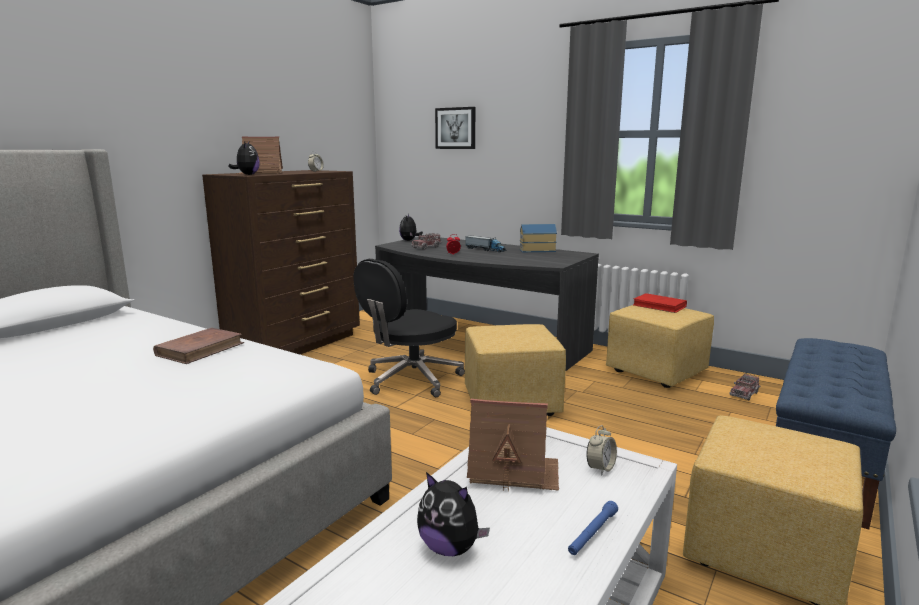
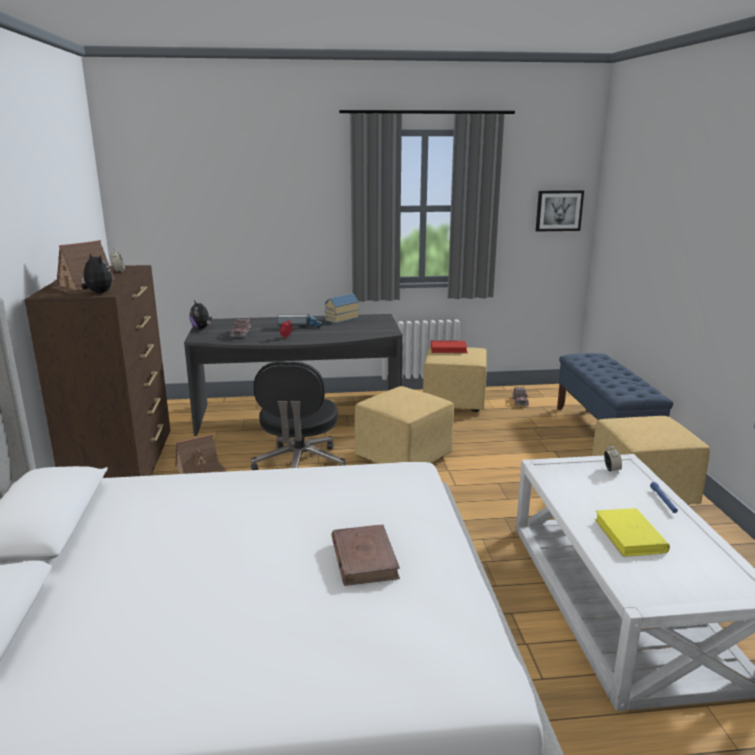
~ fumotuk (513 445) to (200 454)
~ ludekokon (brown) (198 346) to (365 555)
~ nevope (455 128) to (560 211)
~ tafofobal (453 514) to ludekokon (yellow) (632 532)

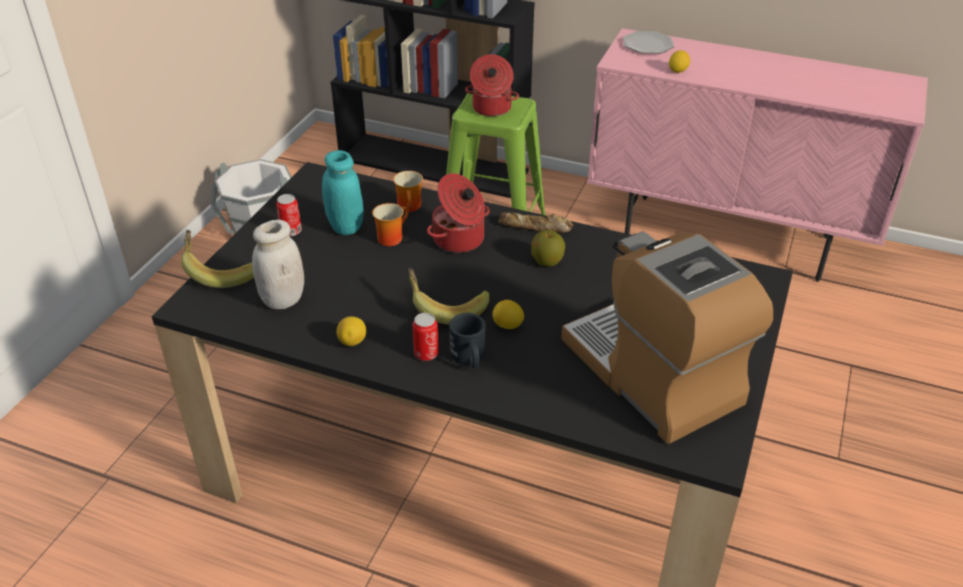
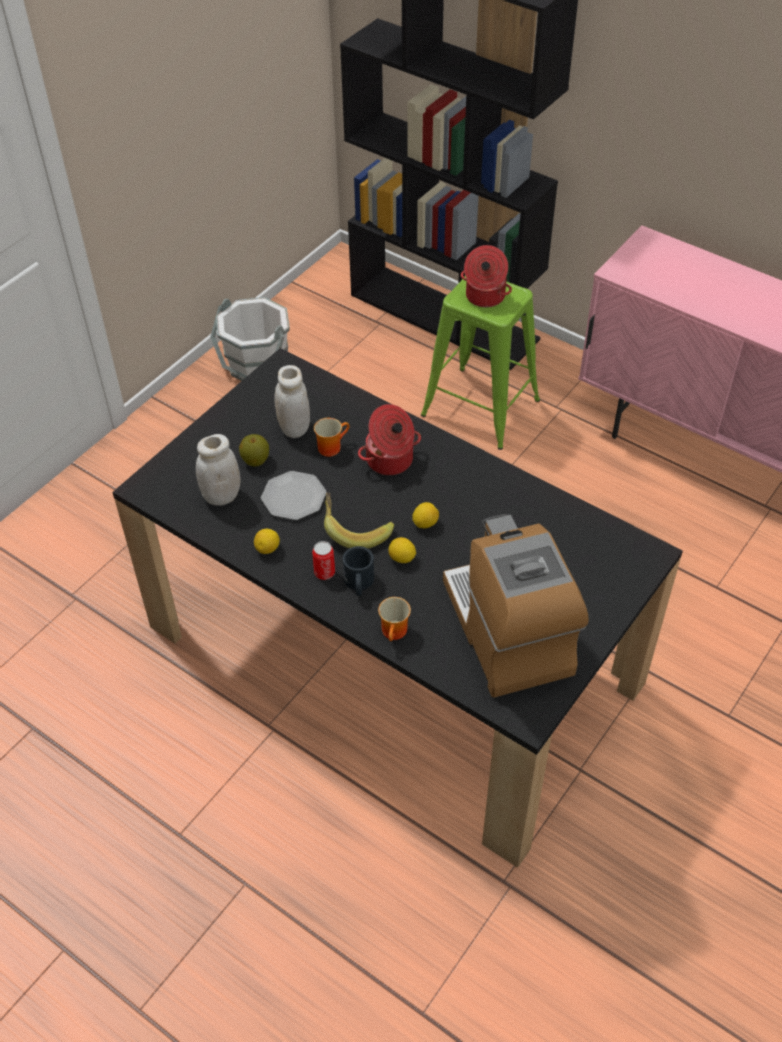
~ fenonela (548 248) to (254 450)
~ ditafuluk (648 42) to (293 495)
~ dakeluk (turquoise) (342 192) to dakeluk (white) (292 401)
~ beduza (408 191) to (394 619)
~ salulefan (679 61) to (425 515)
- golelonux (217 259)
- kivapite (289 215)
- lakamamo (536 222)

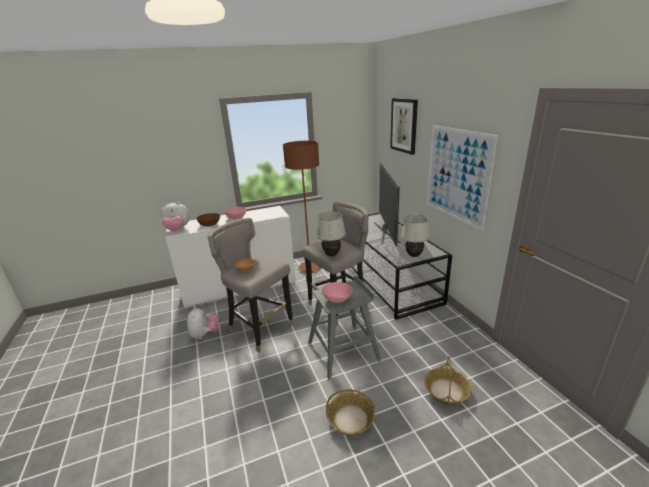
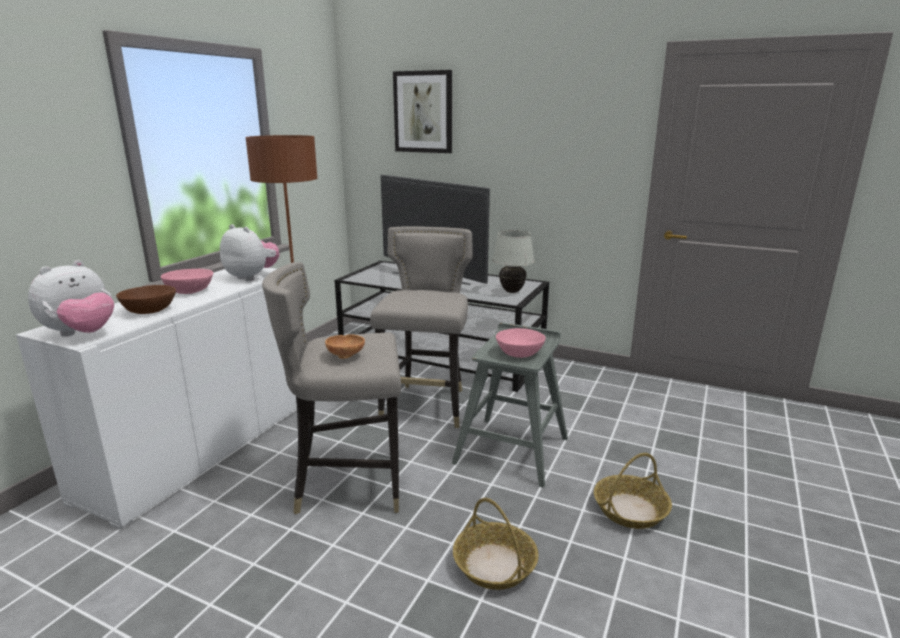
~ tafofobal (203 323) to (250 252)
~ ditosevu (448 380) to (496 544)
- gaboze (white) (331 233)
- nevope (462 178)

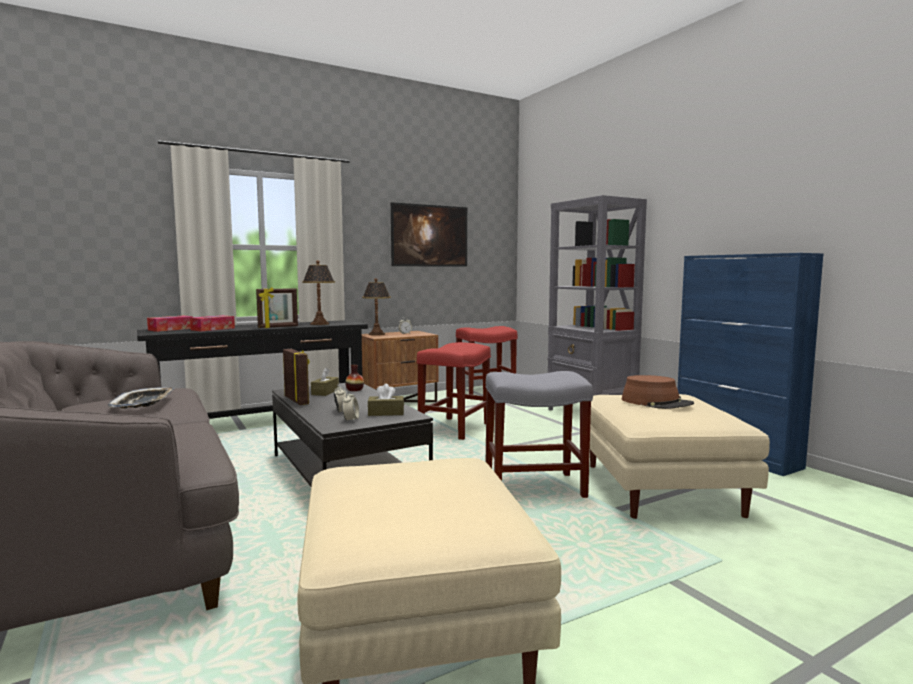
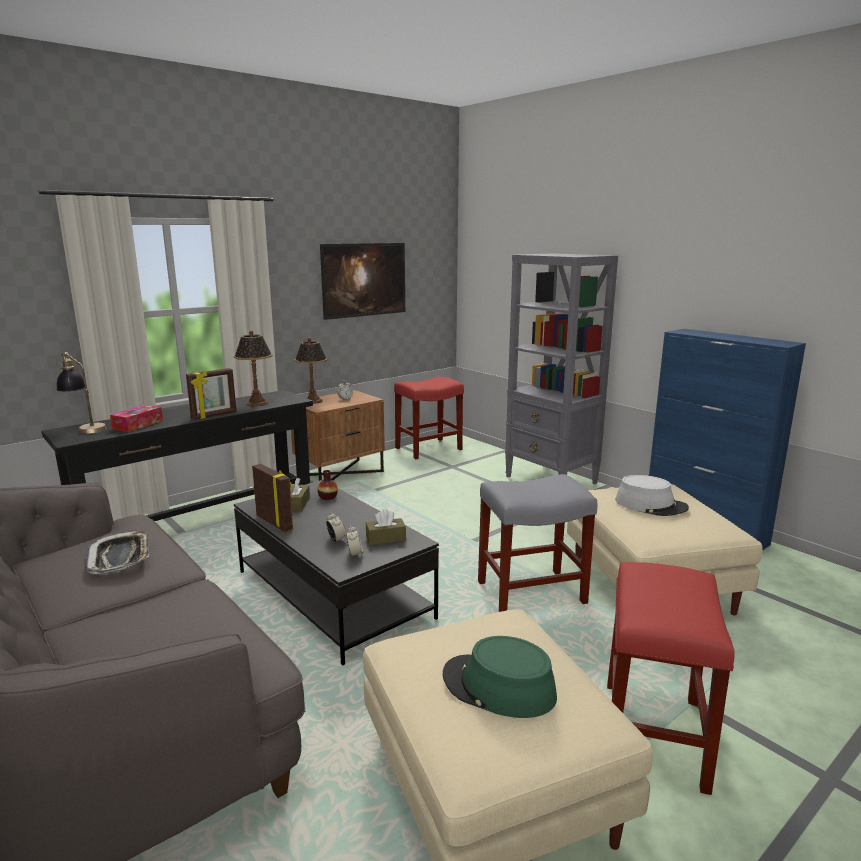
~ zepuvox (170 323) to gaboze (81 393)
+ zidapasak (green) (500 677)
~ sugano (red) (454 391) to (670 678)
~ zidapasak (brown) (658 392) to zidapasak (grey) (652 495)

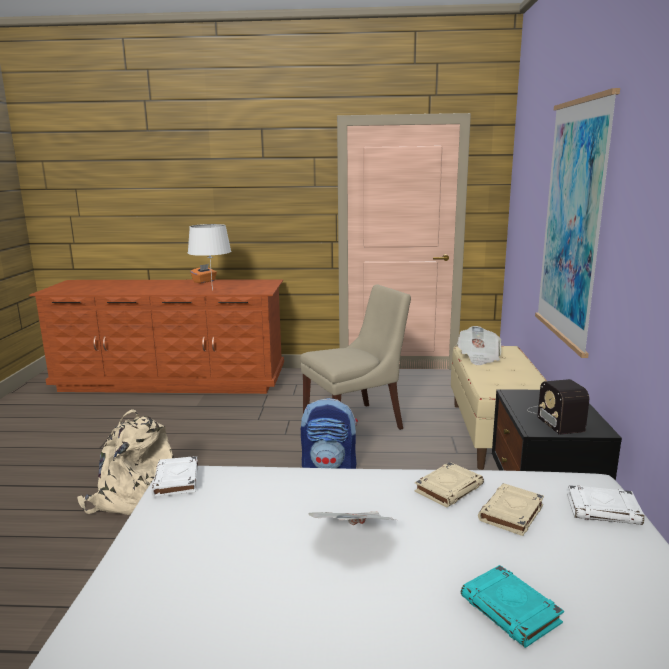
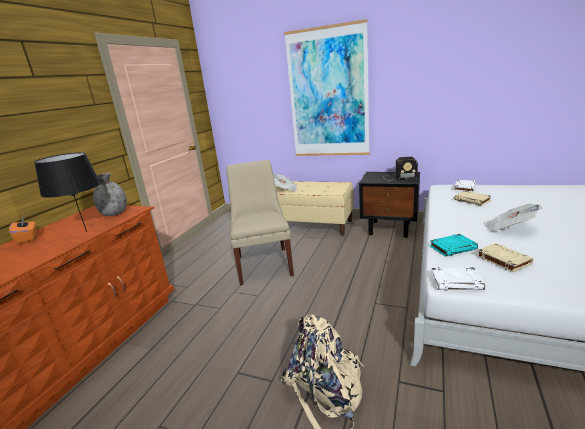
~ gaboze (white) (209 257) to gaboze (black) (67 192)
+ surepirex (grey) (110 194)
~ ludekokon (turquoise) (512 606) to (454 245)
~ ludekokon (beige) (449 484) to (505 257)
- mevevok (329 433)

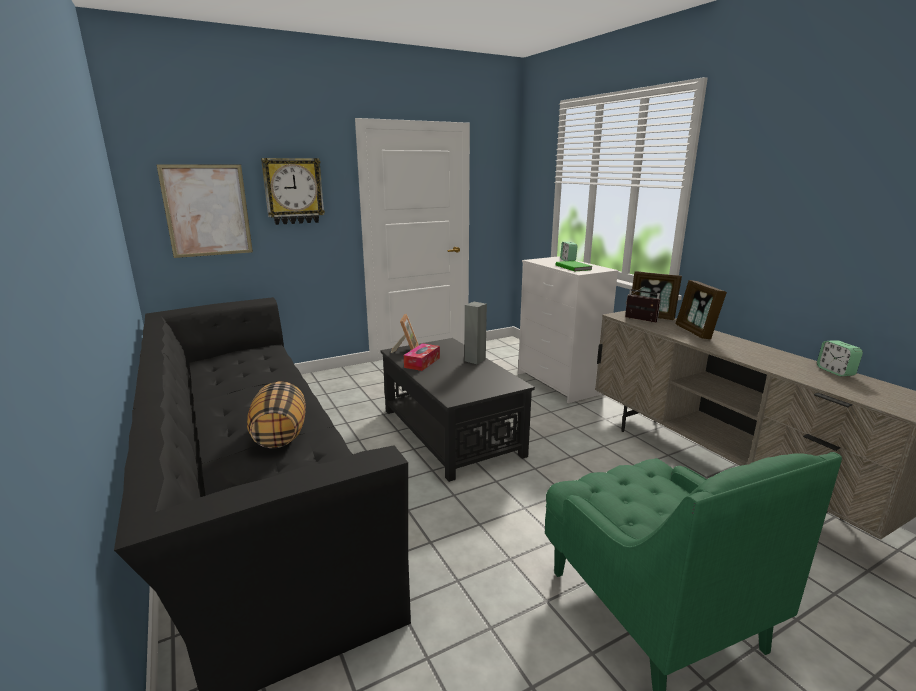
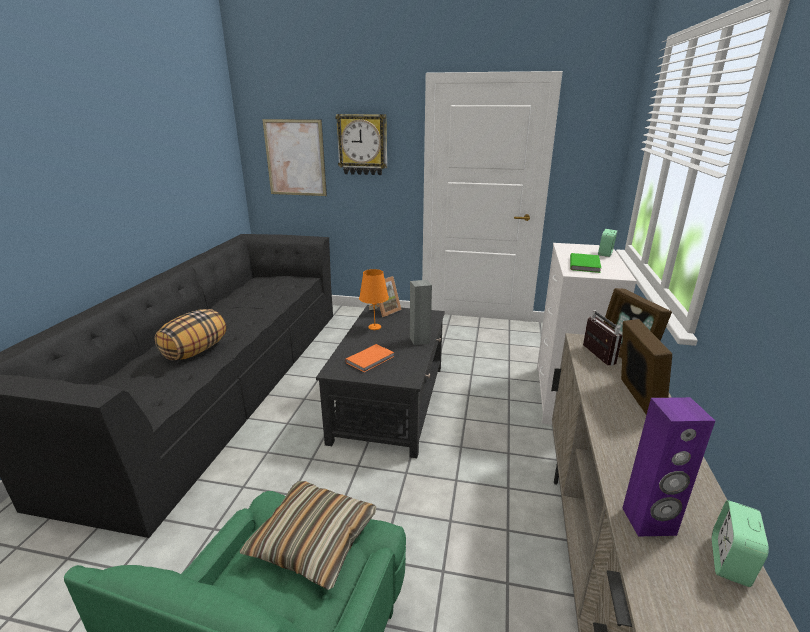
+ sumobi (308 535)
+ ludekokon (orange) (370 358)
~ zepuvox (422 357) to gaboze (orange) (374 299)
~ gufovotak (701 309) = (646 367) 150 degrees clockwise
+ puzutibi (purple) (668 467)

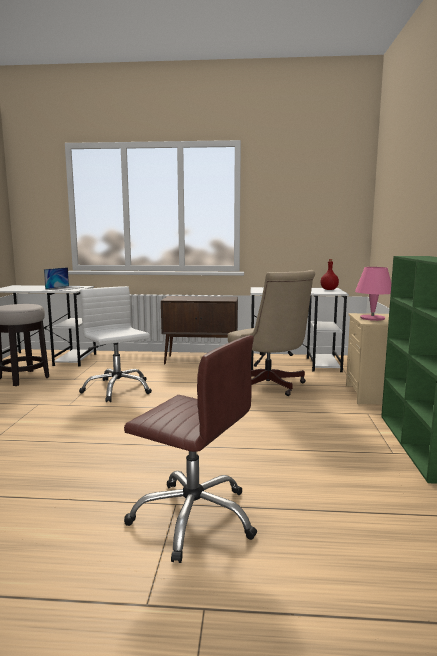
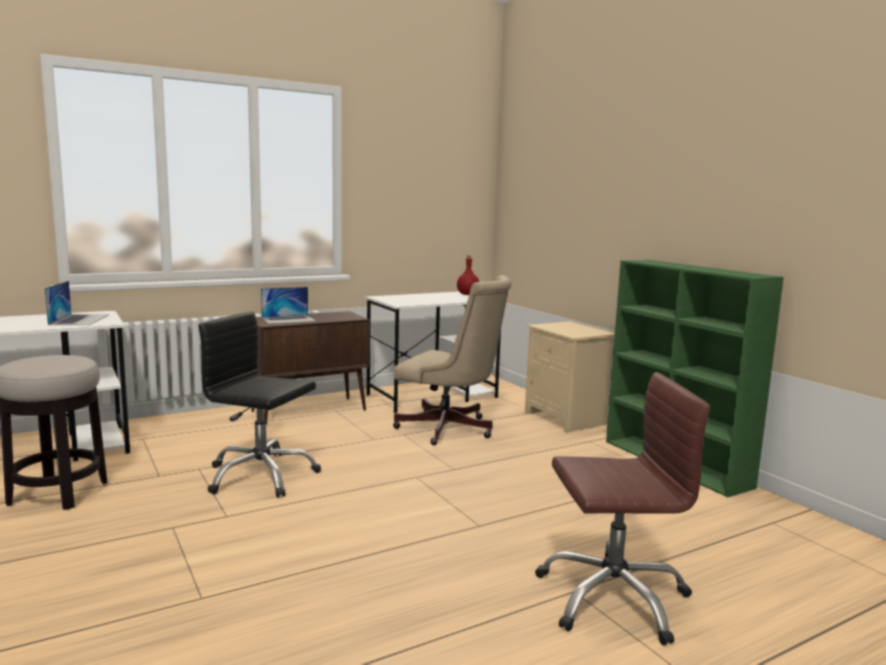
~ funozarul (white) (115 344) to funozarul (black) (259 405)
+ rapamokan (288 305)
- gaboze (pink) (373 294)

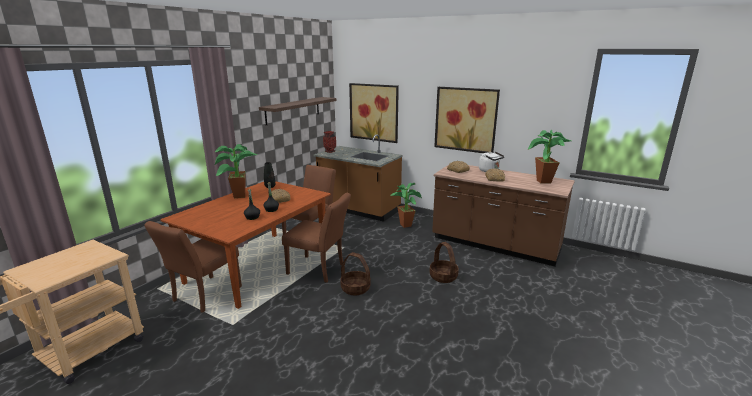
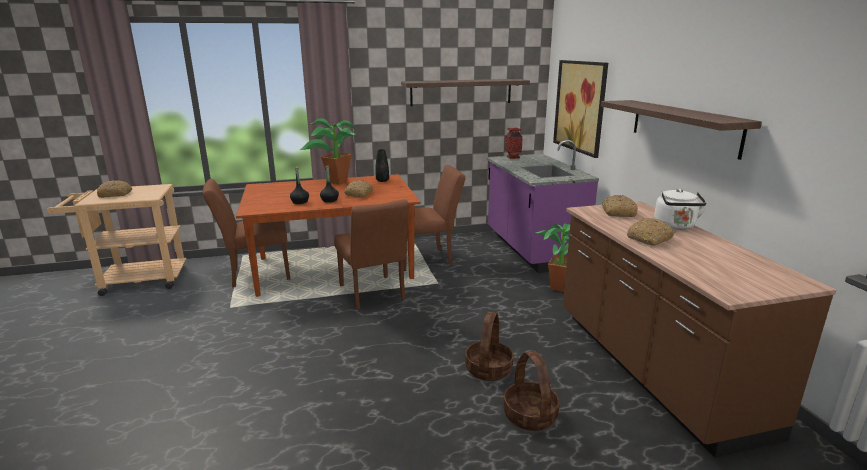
+ lakamamo (114 189)
~ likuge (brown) (358 178) to likuge (purple) (542 206)
~ ditosevu (355 273) to (531 391)
~ nevope (467 120) to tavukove (681 130)
- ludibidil (550 157)

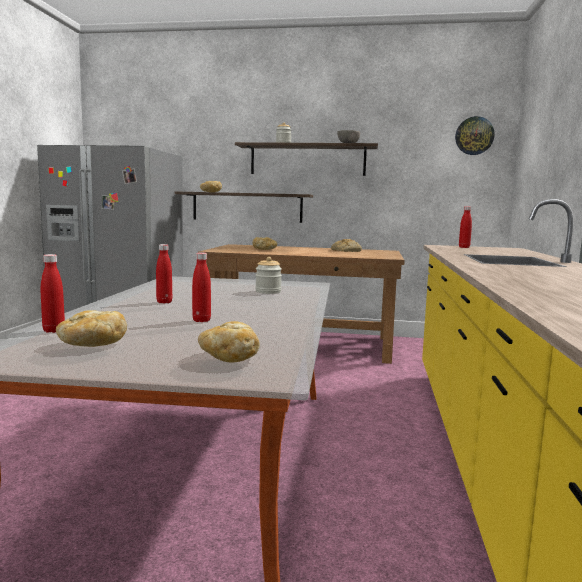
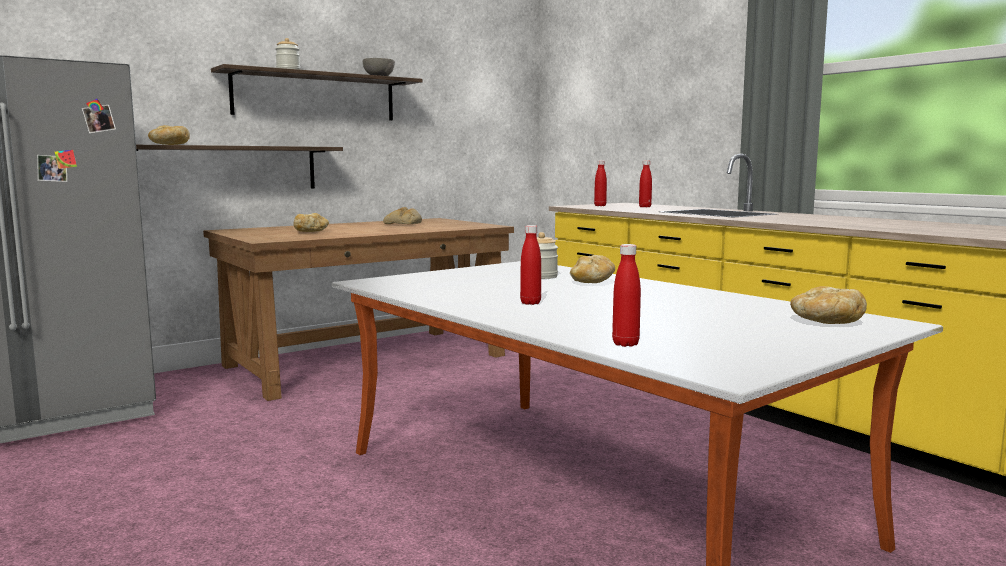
~ lakamamo (91 328) to (592 269)
~ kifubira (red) (201 287) to (645 184)
- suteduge (475 135)

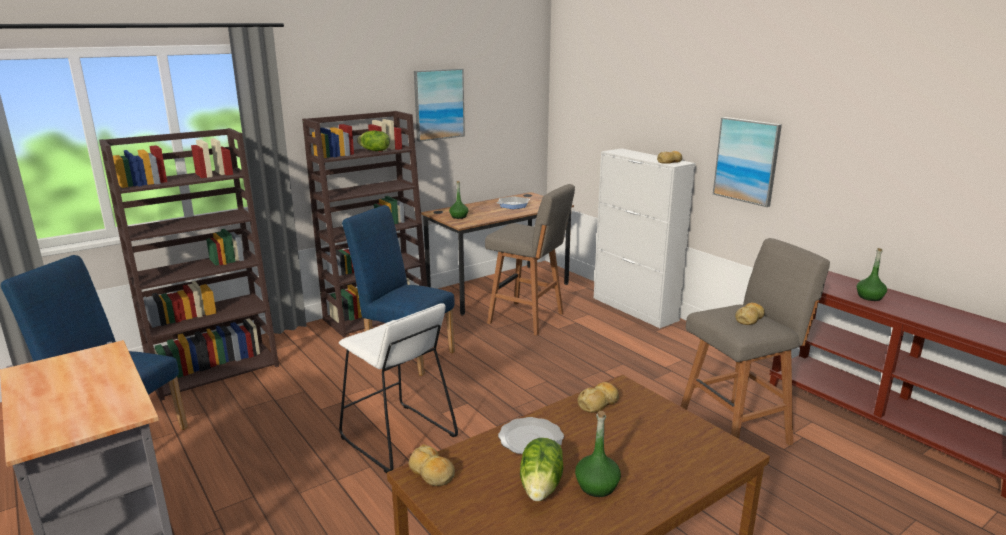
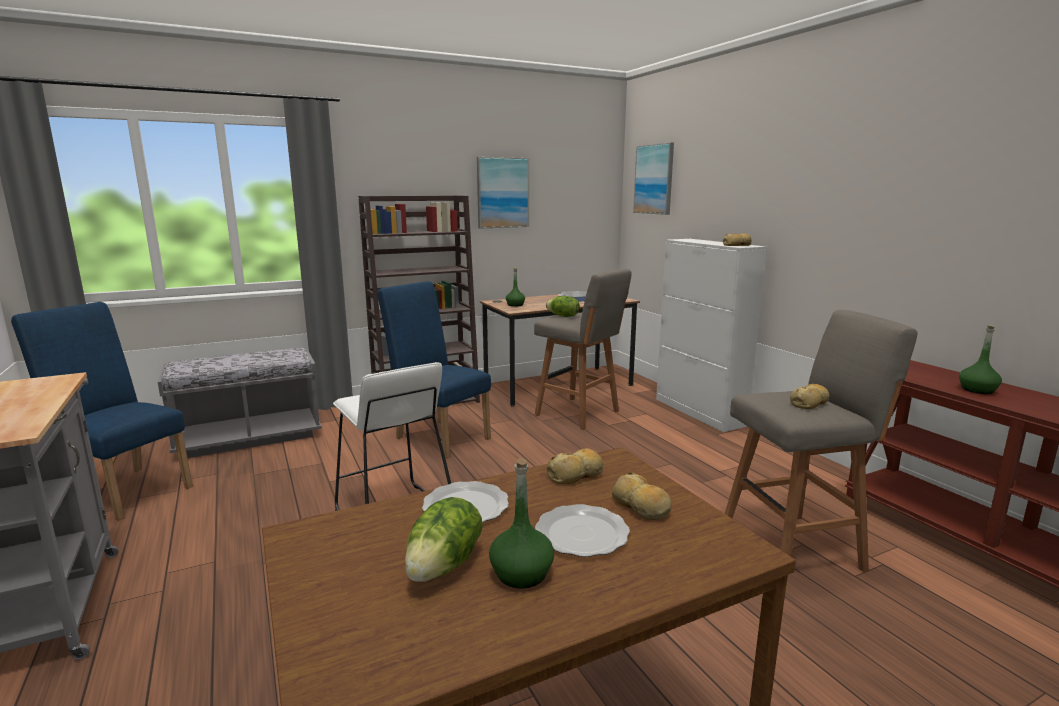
~ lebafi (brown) (189 264) to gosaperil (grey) (240 402)
+ ditafuluk (582 530)
~ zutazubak (373 141) to (563 306)
~ lakamamo (431 465) to (641 496)
~ nevope (747 162) to (653 178)

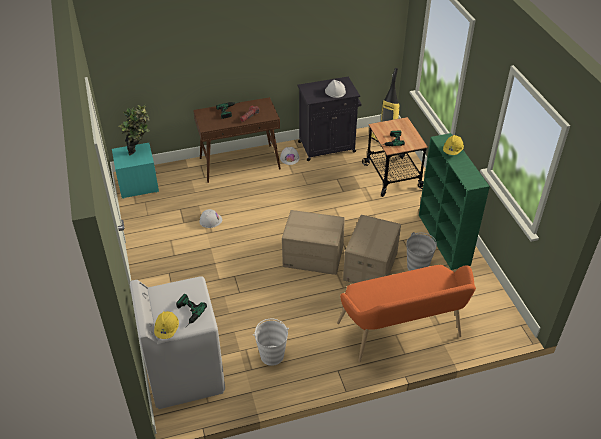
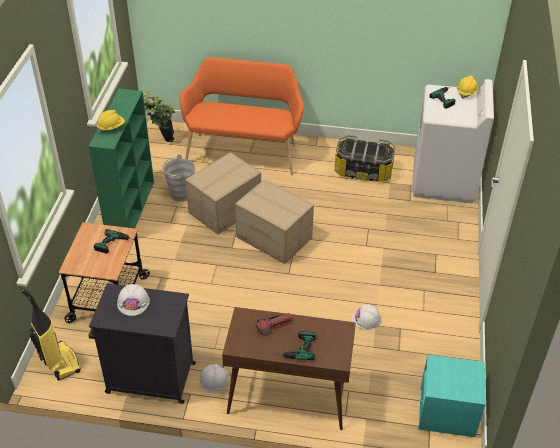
~ ludibidil (134 130) to (159 117)
~ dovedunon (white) (271 342) to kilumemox (365 158)

